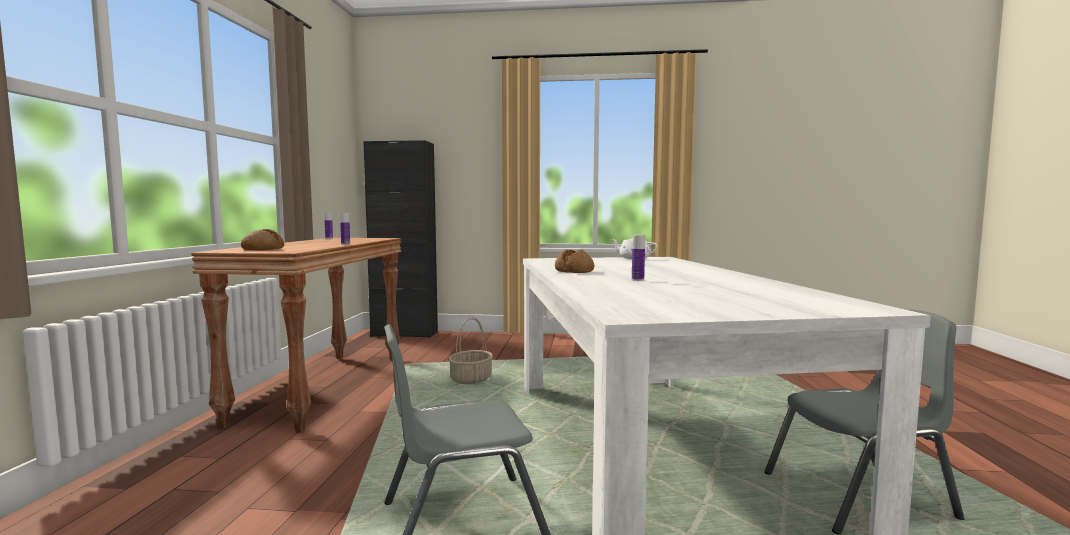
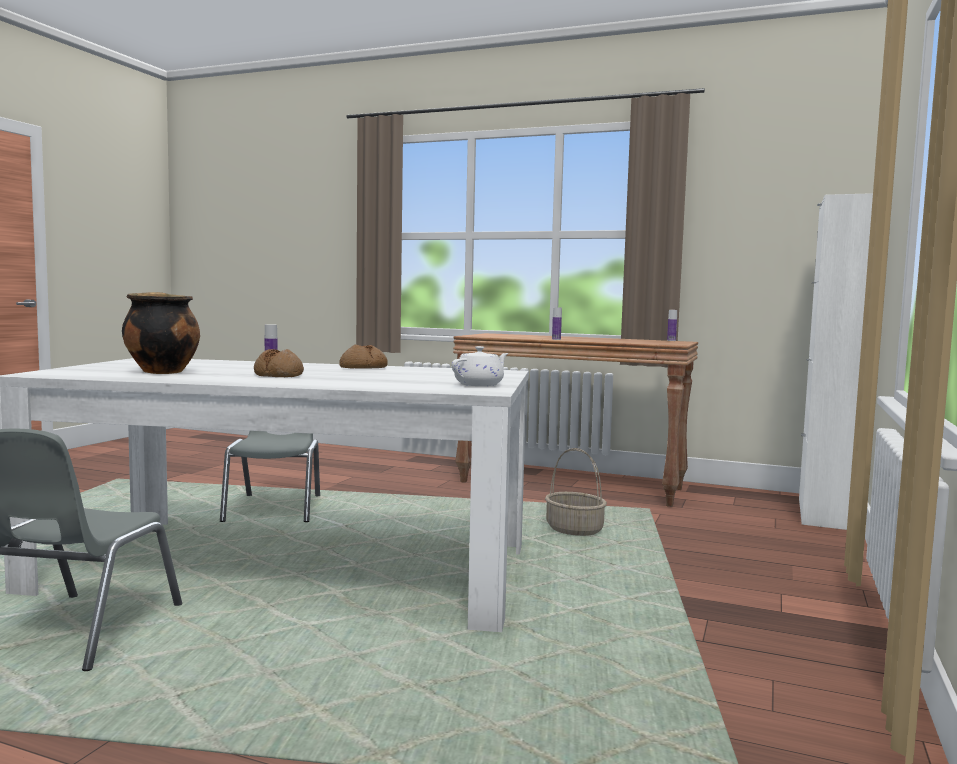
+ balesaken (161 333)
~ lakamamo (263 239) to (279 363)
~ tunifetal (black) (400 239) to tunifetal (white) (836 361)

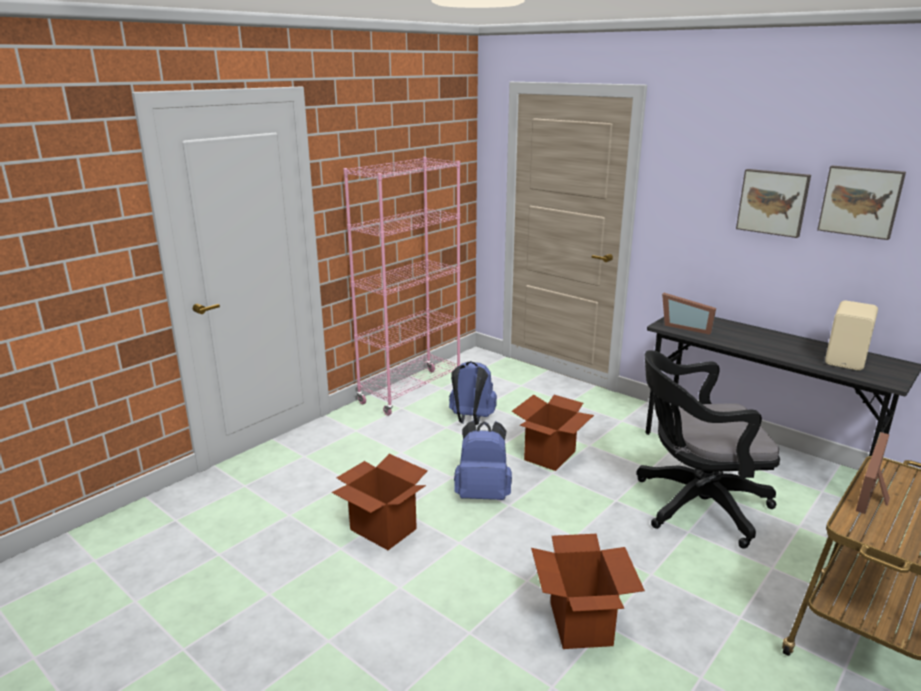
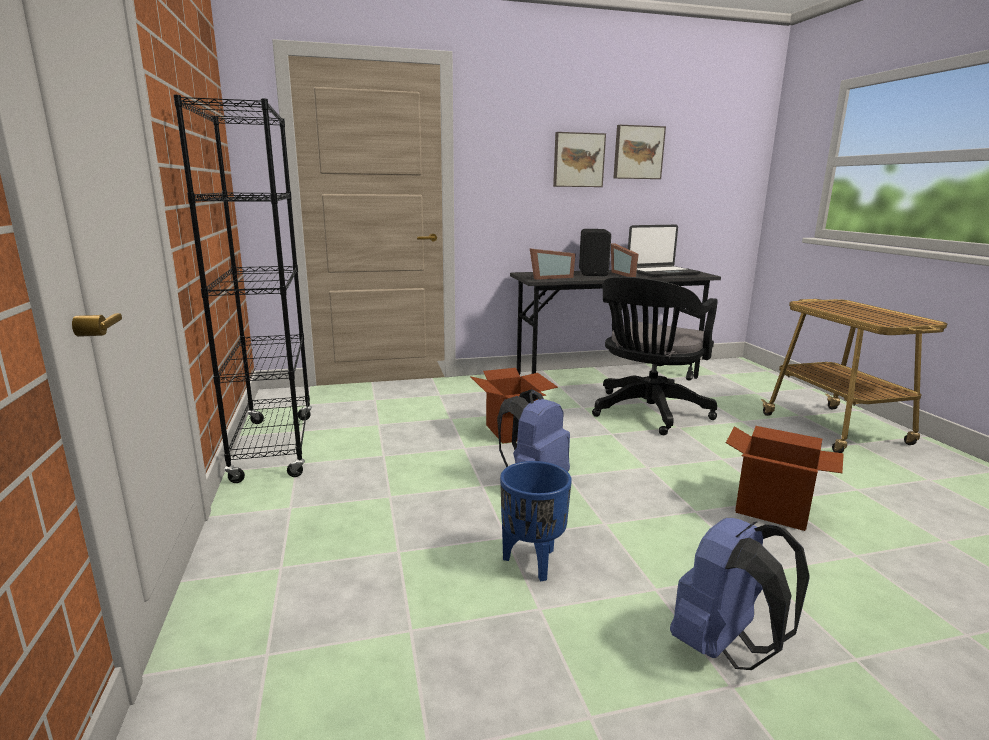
~ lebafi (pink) (401 286) to lebafi (black) (242 289)
~ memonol (379 502) to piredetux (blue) (536 521)
+ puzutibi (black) (595 252)
~ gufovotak (873 473) to (625 260)
~ puzutibi (beige) (851 336) to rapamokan (664 251)
~ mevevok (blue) (473 393) to (740 594)

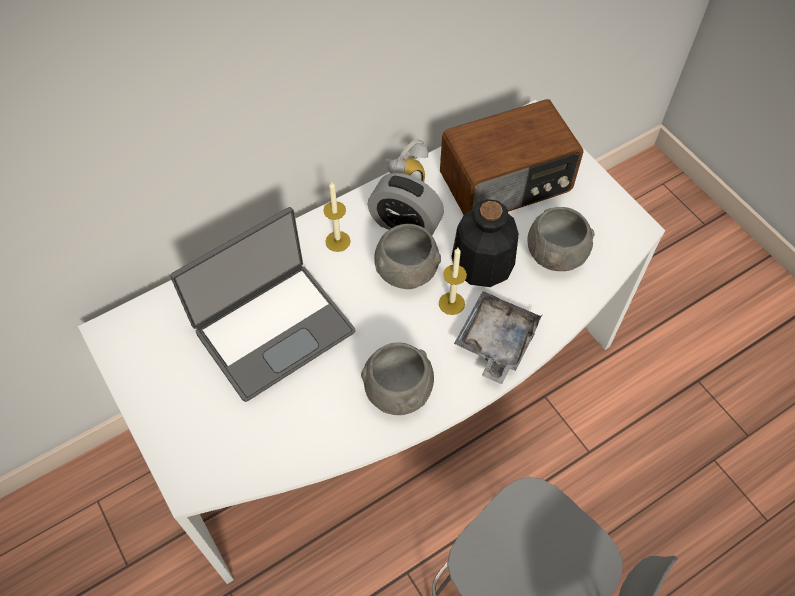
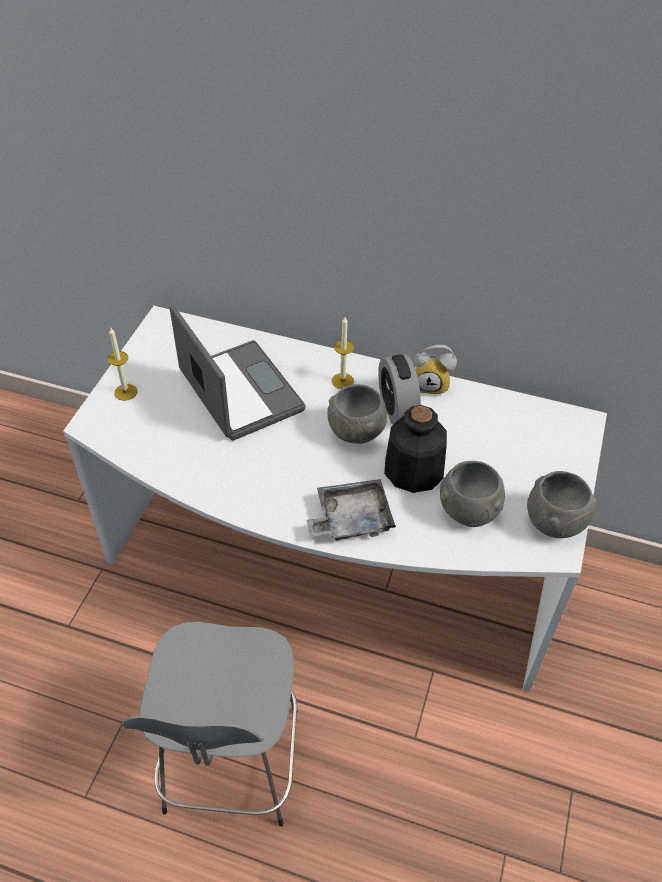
~ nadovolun (453 281) to (123 364)
~ rapamokan (263 304) = (238 373) 135 degrees counterclockwise
~ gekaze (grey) (397 379) to (562 504)
- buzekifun (512 157)

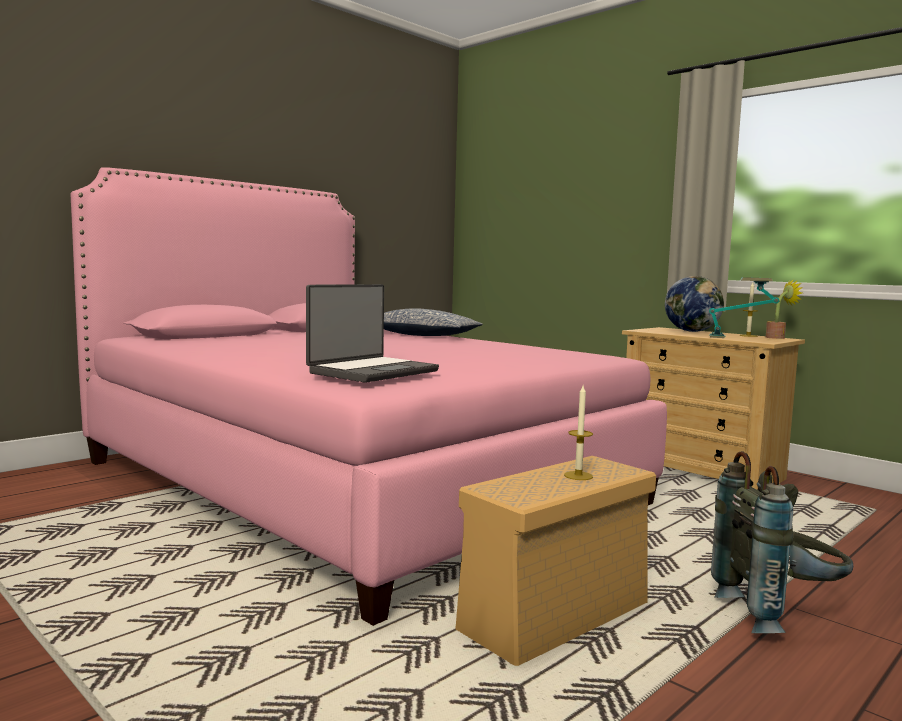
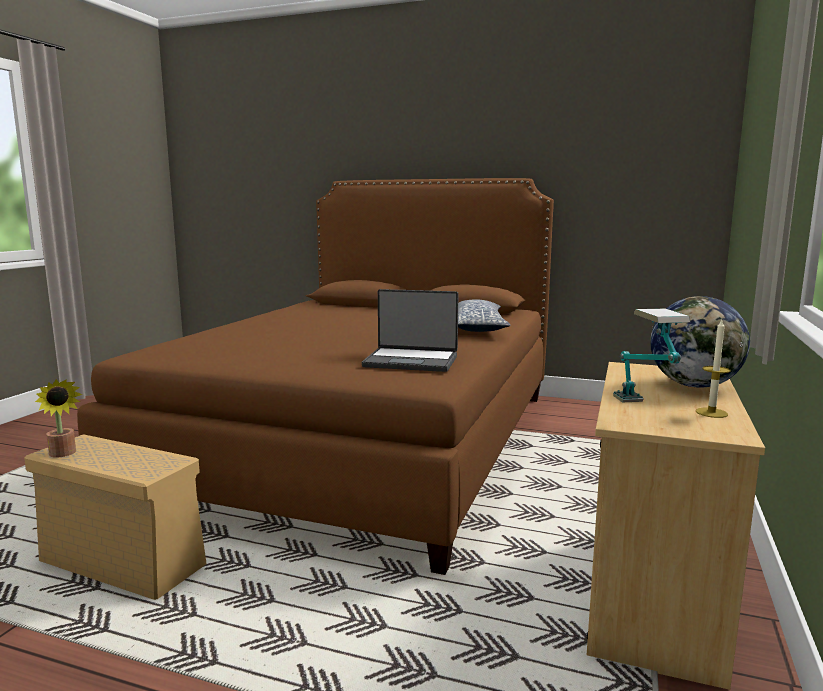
~ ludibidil (784 309) to (59 418)
~ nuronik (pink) (369 397) to nuronik (brown) (315 376)
~ rapamokan (372 333) to (410 330)
- nadovolun (578 433)
- mevevok (grey) (782 542)

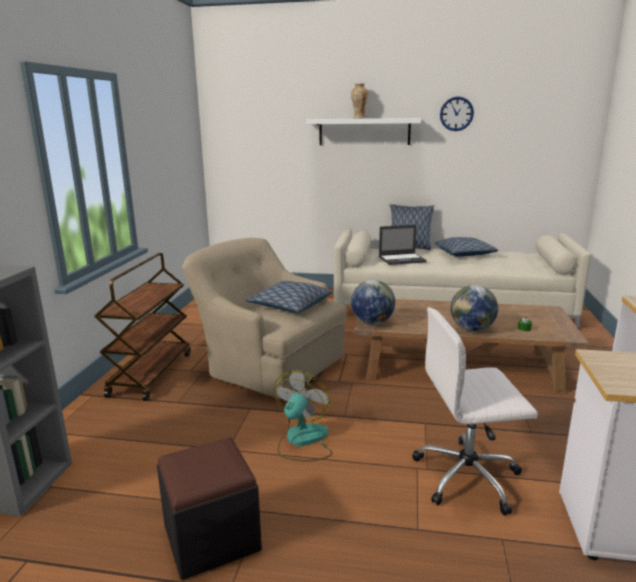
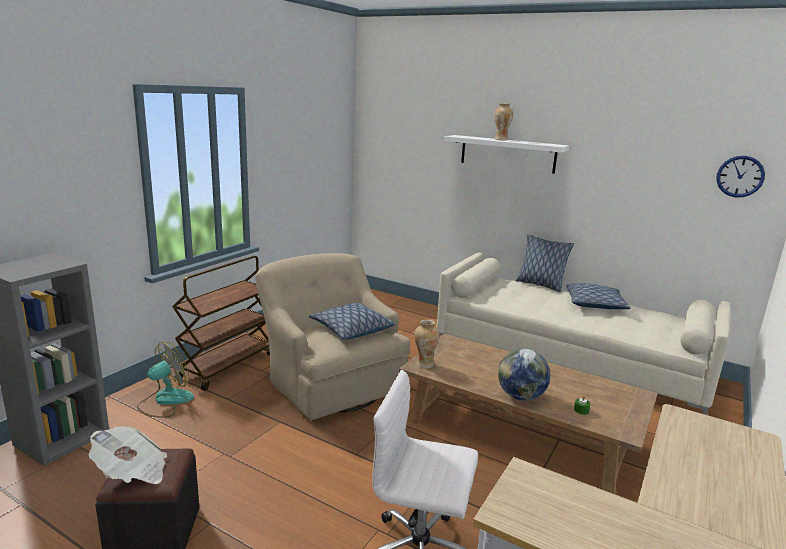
+ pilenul (127 455)
~ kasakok (303 416) to (165 380)
~ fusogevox (373 302) to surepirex (426 343)
~ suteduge (457 114) to (740 176)
- rapamokan (403 245)

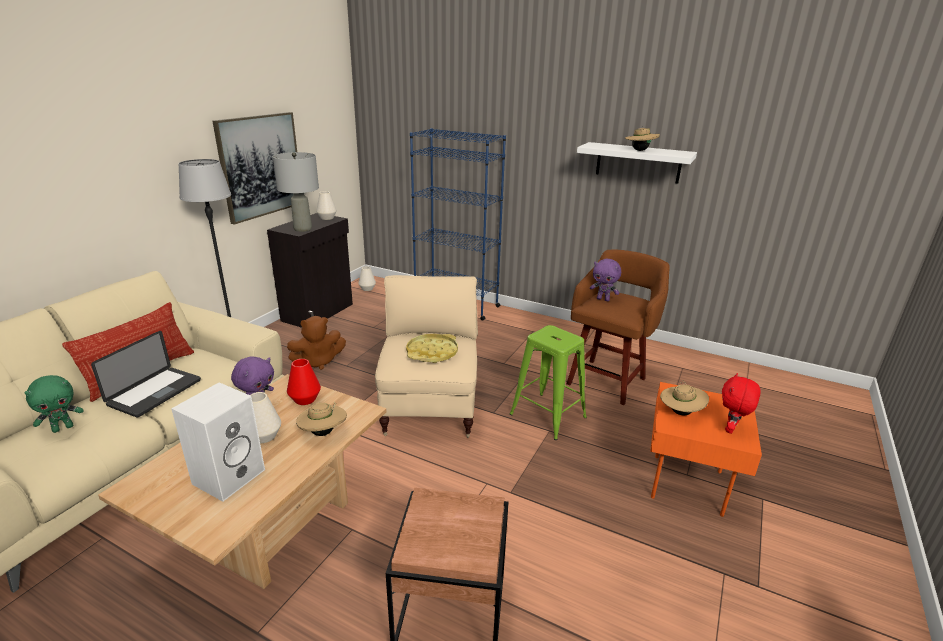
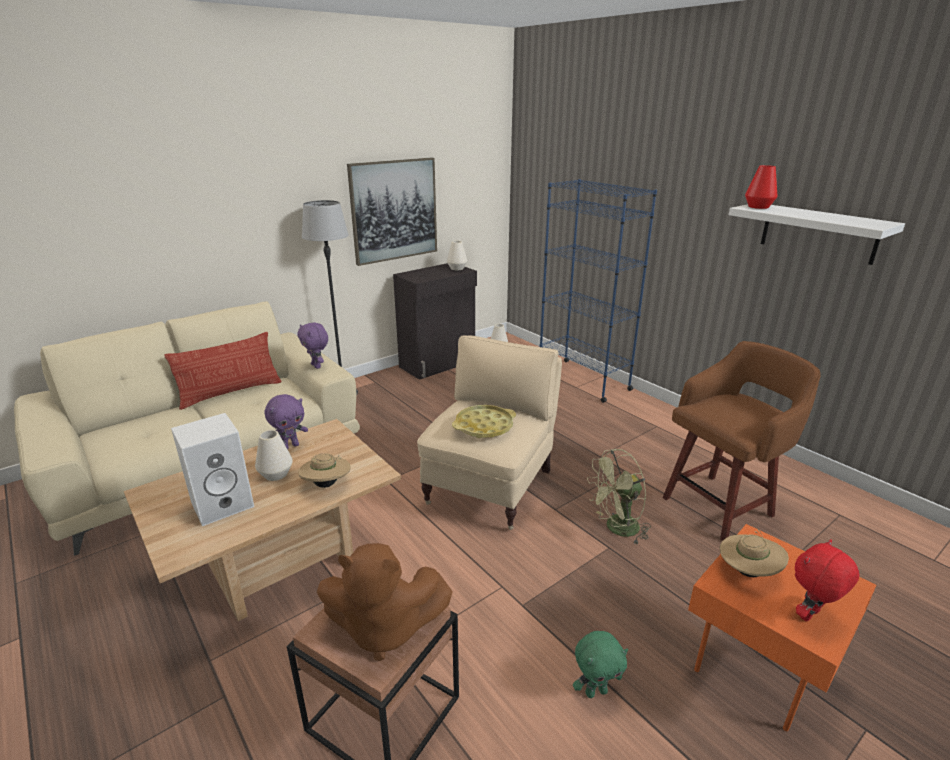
~ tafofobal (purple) (605 280) to (312 345)
~ tafofobal (brown) (316 343) to (385 602)
~ tafofobal (green) (53 404) to (600 664)
~ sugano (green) (548 382) to kasakok (green) (619 497)
~ surepirex (red) (304 382) to (761 187)
- rapamokan (146 374)
- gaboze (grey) (295 192)
- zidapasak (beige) (642 139)

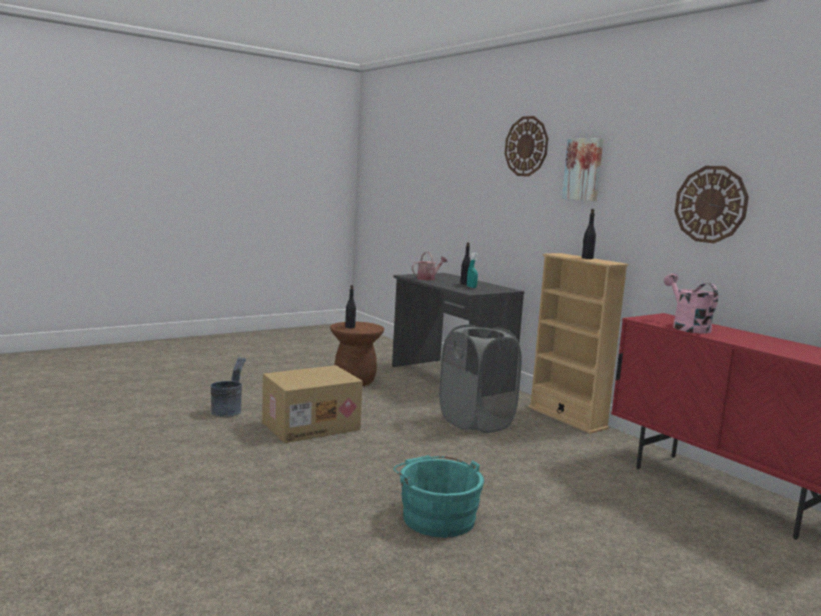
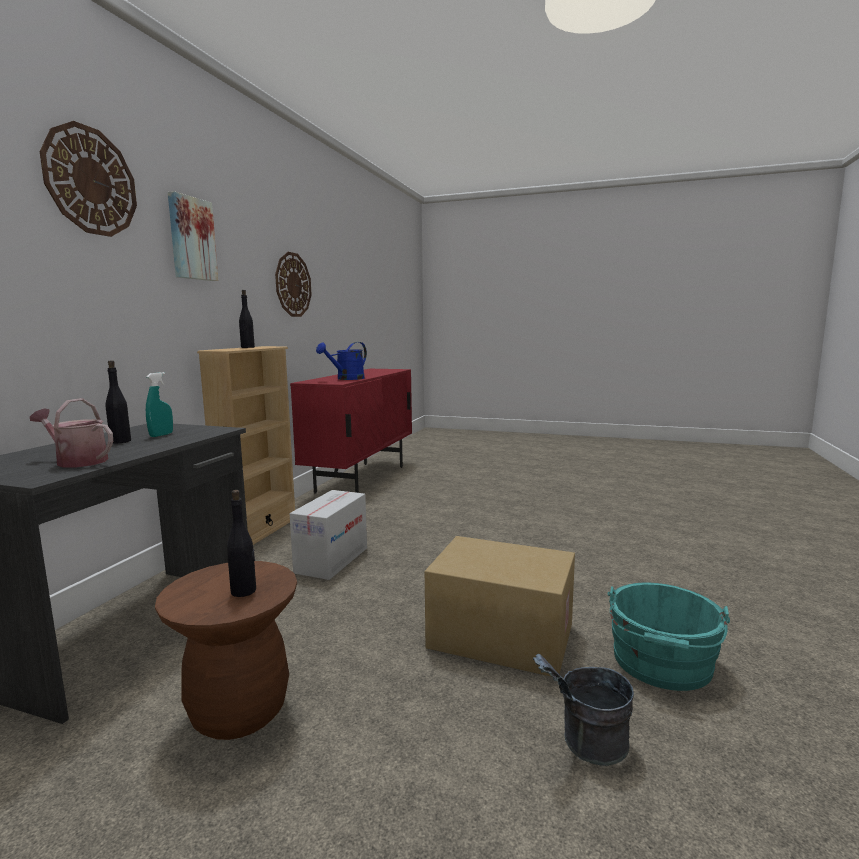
~ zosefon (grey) (480 379) to memonol (328 535)
~ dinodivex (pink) (691 303) to dinodivex (blue) (341 361)
~ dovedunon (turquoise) (438 496) to (668 637)

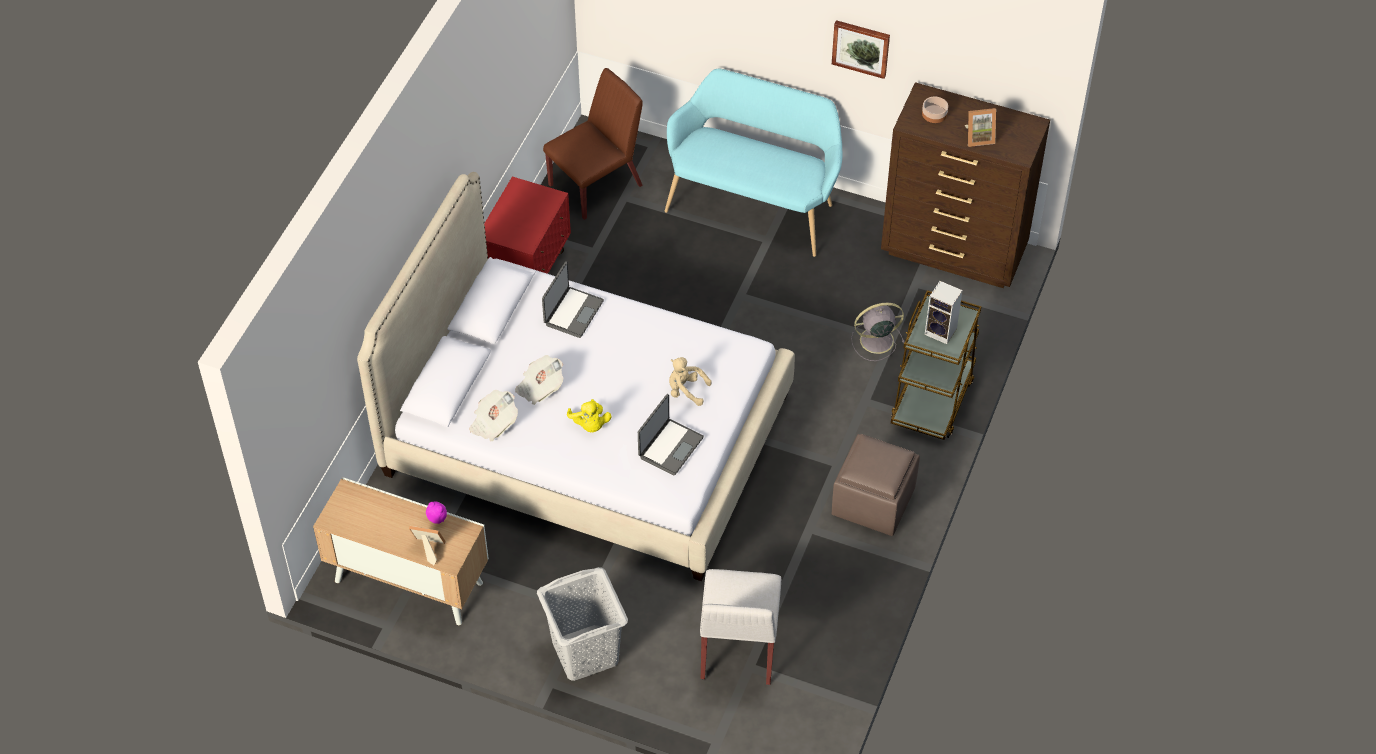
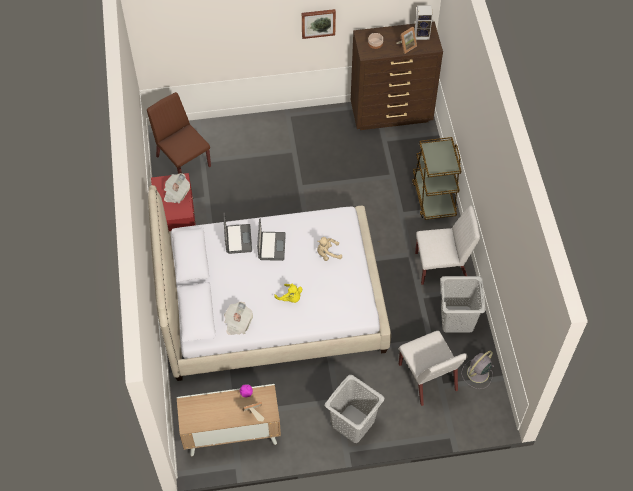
~ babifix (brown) (593 144) = (179 133) 60 degrees counterclockwise
~ pilenul (539 380) to (177 188)
~ rapamokan (671 435) to (271 240)
~ puzutibi (944 312) to (424 22)
~ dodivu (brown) (876 485) to babifix (white) (447 245)
+ zosefon (grey) (463 304)
~ kasakok (grey) (878 332) to (478 370)
- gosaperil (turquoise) (753 163)

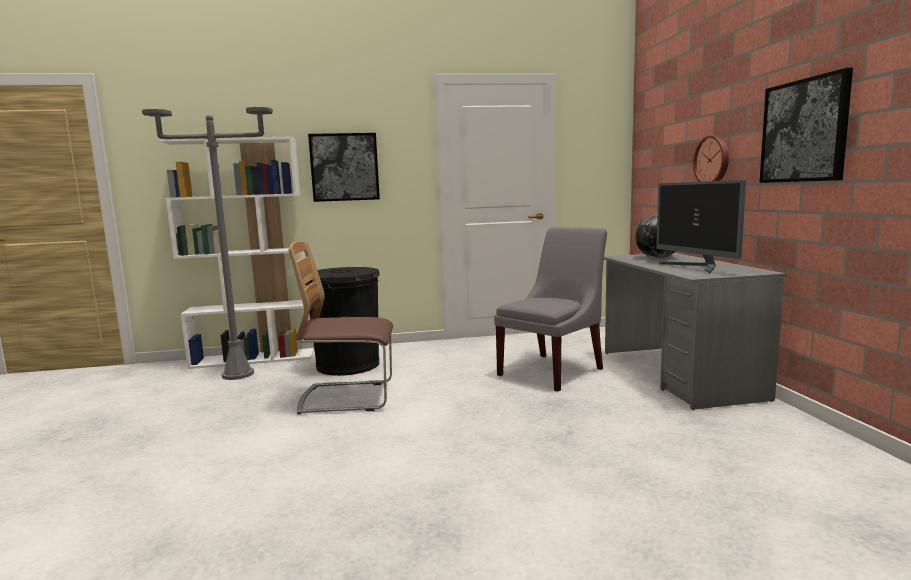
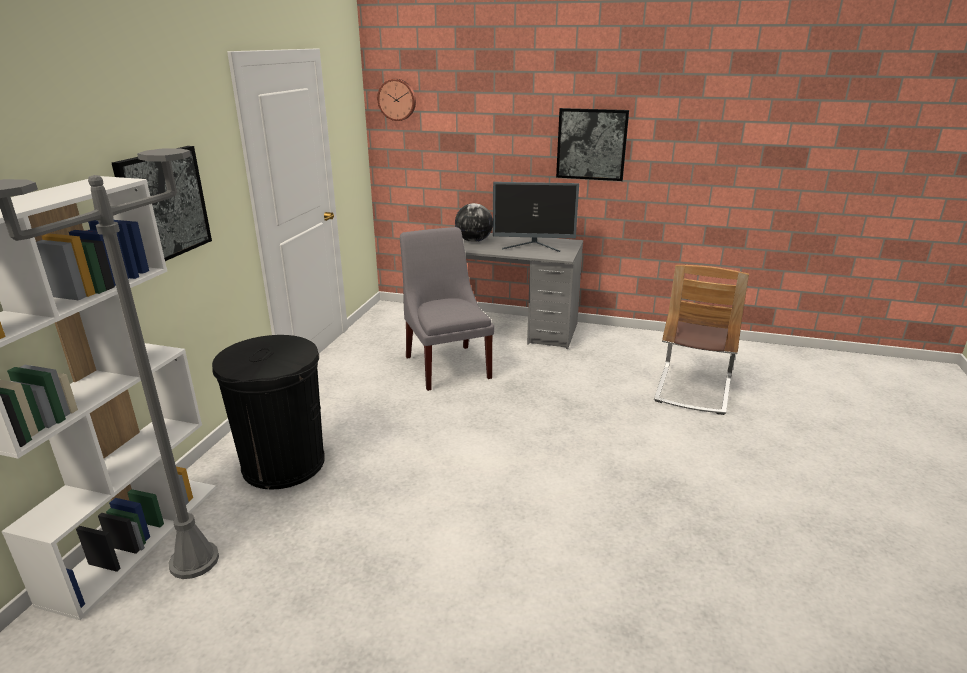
~ suteduge (711 158) to (396 100)
~ babifix (340 327) to (701 340)

